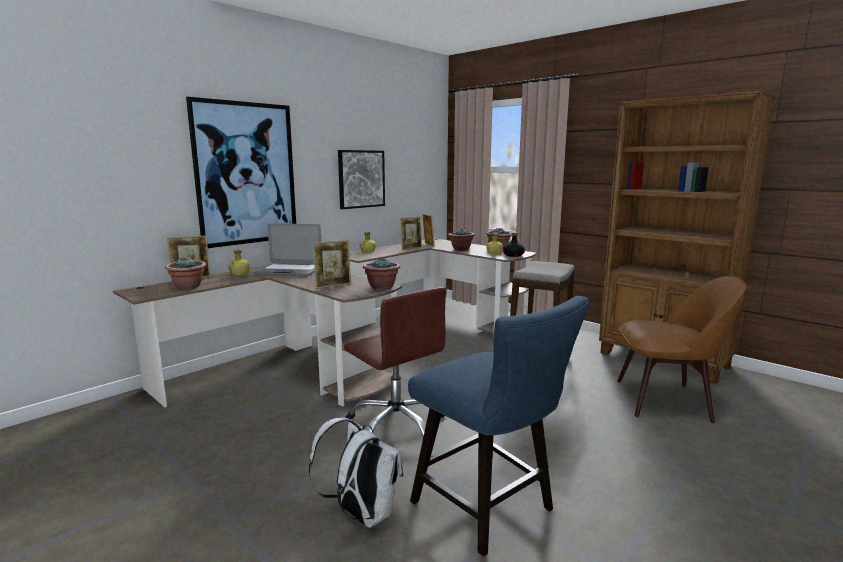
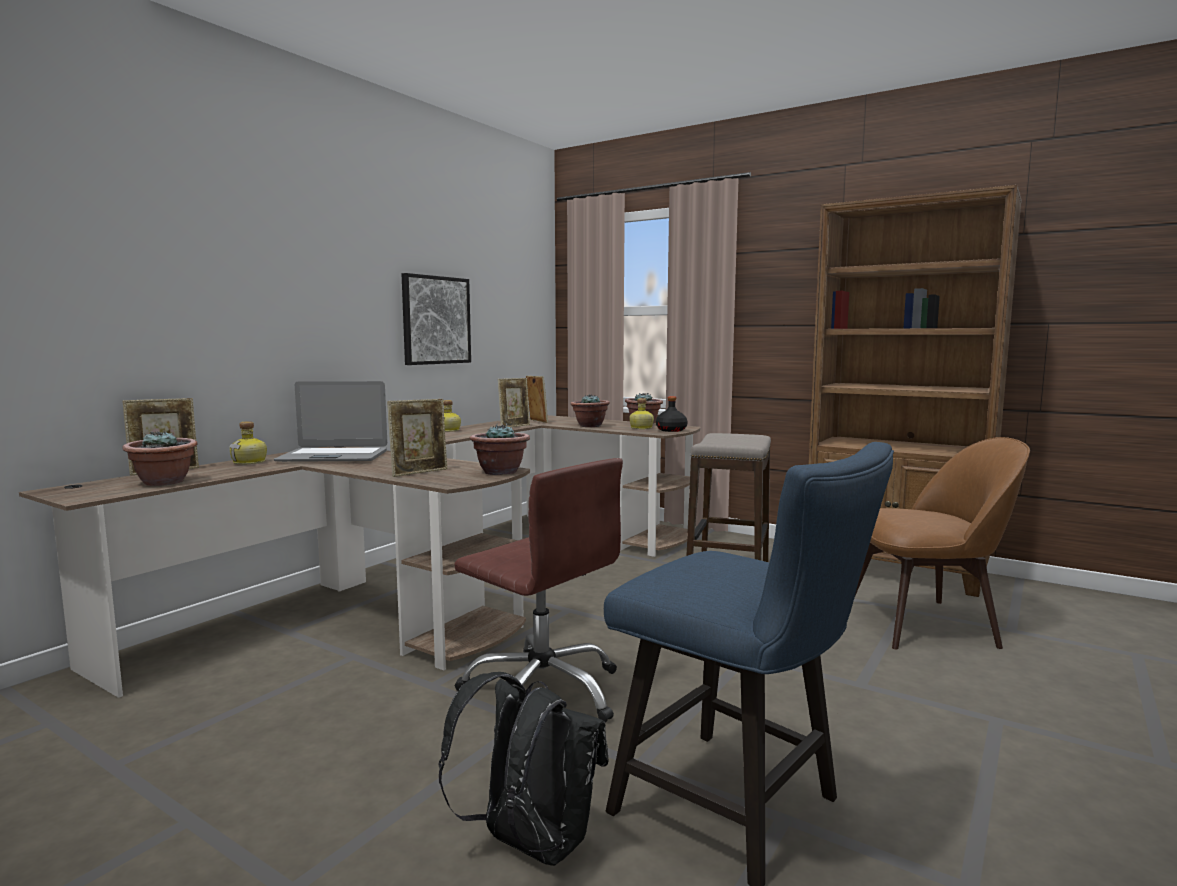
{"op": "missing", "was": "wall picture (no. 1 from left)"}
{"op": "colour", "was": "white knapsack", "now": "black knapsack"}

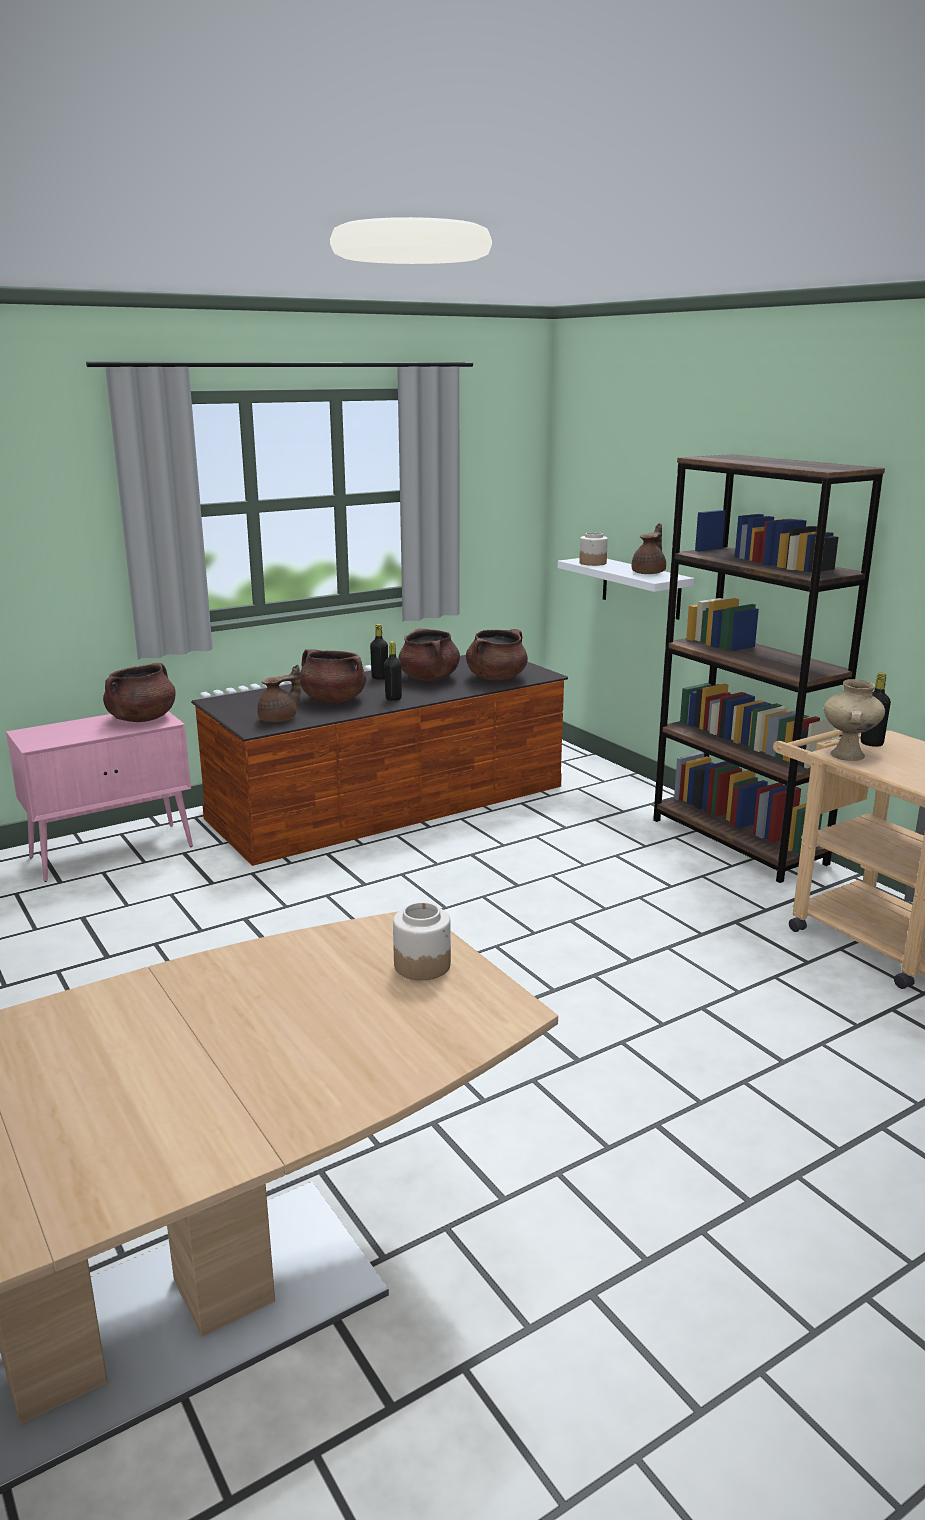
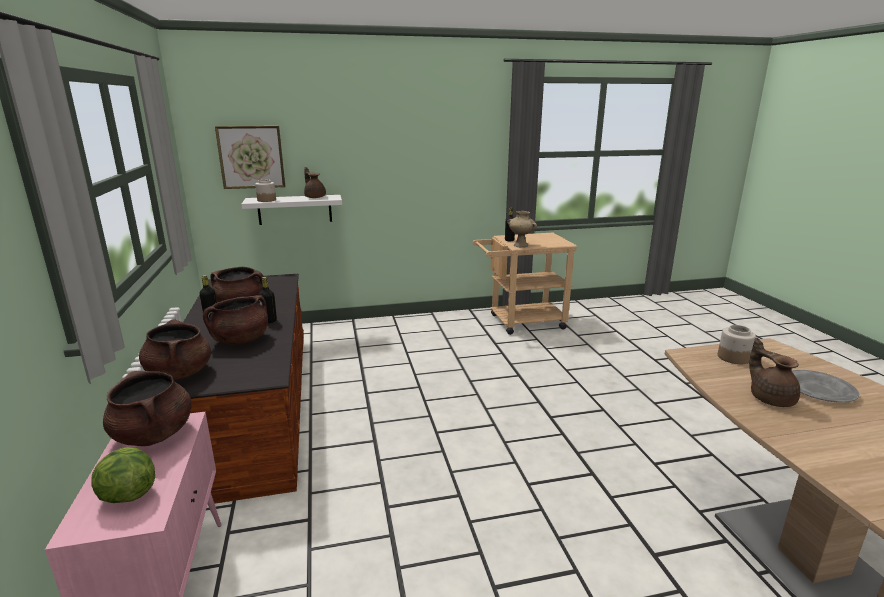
{"op": "missing", "was": "brownish shelving unit"}
{"op": "appeared", "now": "head of lettuce"}
{"op": "appeared", "now": "wall picture"}
{"op": "appeared", "now": "greyish dinner plate"}
{"op": "relocated", "was": "brownish pot for tea (no. 1 from left in the first image)", "now": "brownish pot for tea (no. 2 from left)"}
{"op": "relocated", "was": "brownish stockpot (no. 4 from left in the first image)", "now": "brownish stockpot (no. 2 from left)"}

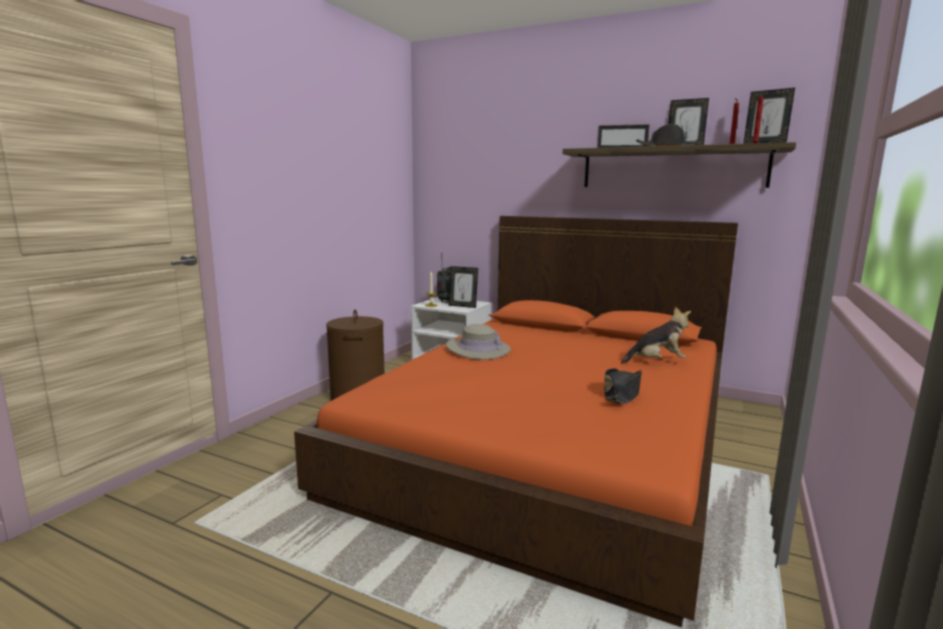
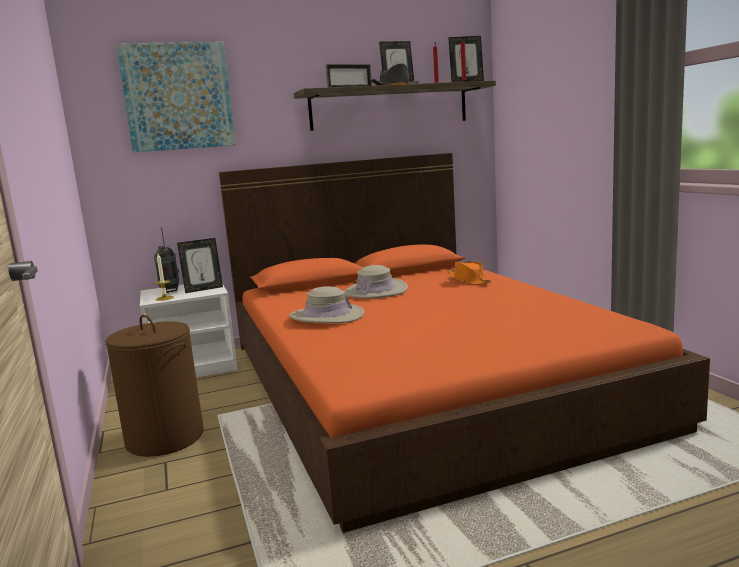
{"op": "missing", "was": "black wearable hat (no. 1 from left)"}
{"op": "appeared", "now": "wall picture"}
{"op": "appeared", "now": "sand-coloured wearable hat (no. 2 from left)"}
{"op": "exchanged", "was": "cuddly toy", "now": "orange wearable hat"}

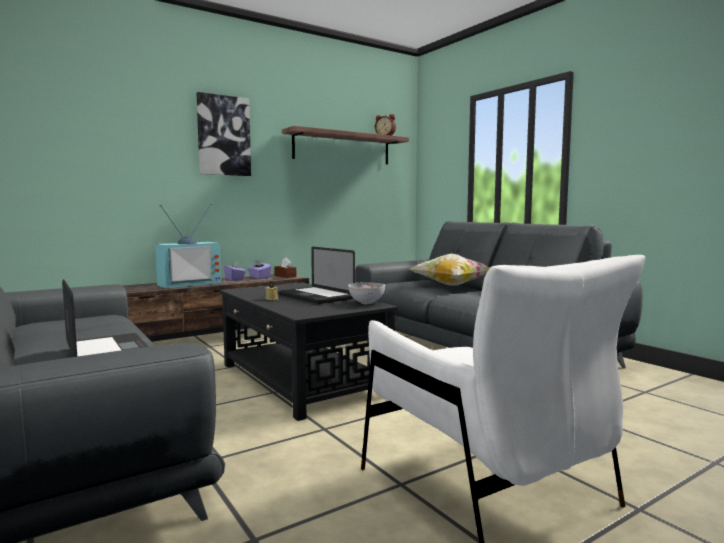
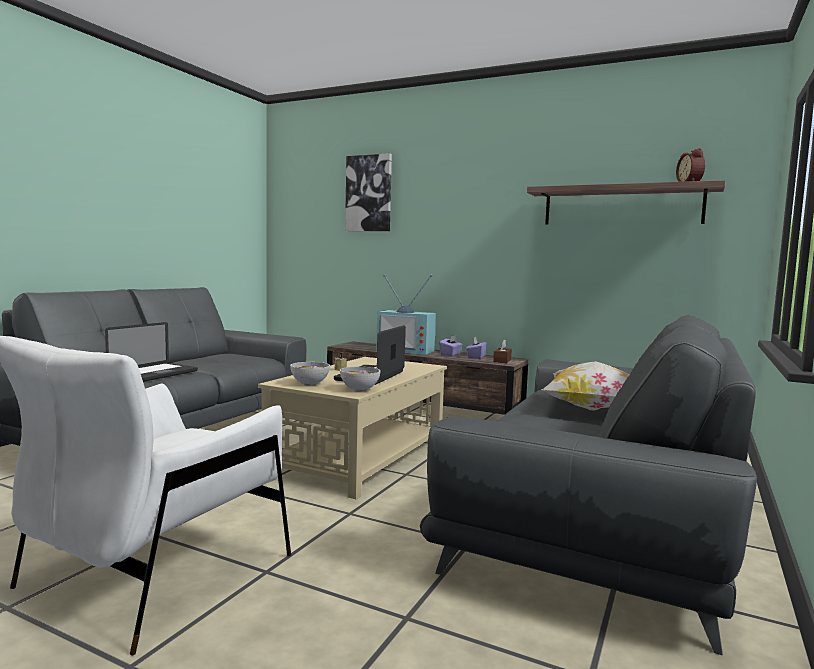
{"op": "appeared", "now": "deep dish (no. 1 from left)"}
{"op": "relocated", "was": "wall picture"}
{"op": "colour", "was": "black low table", "now": "sand-coloured low table"}

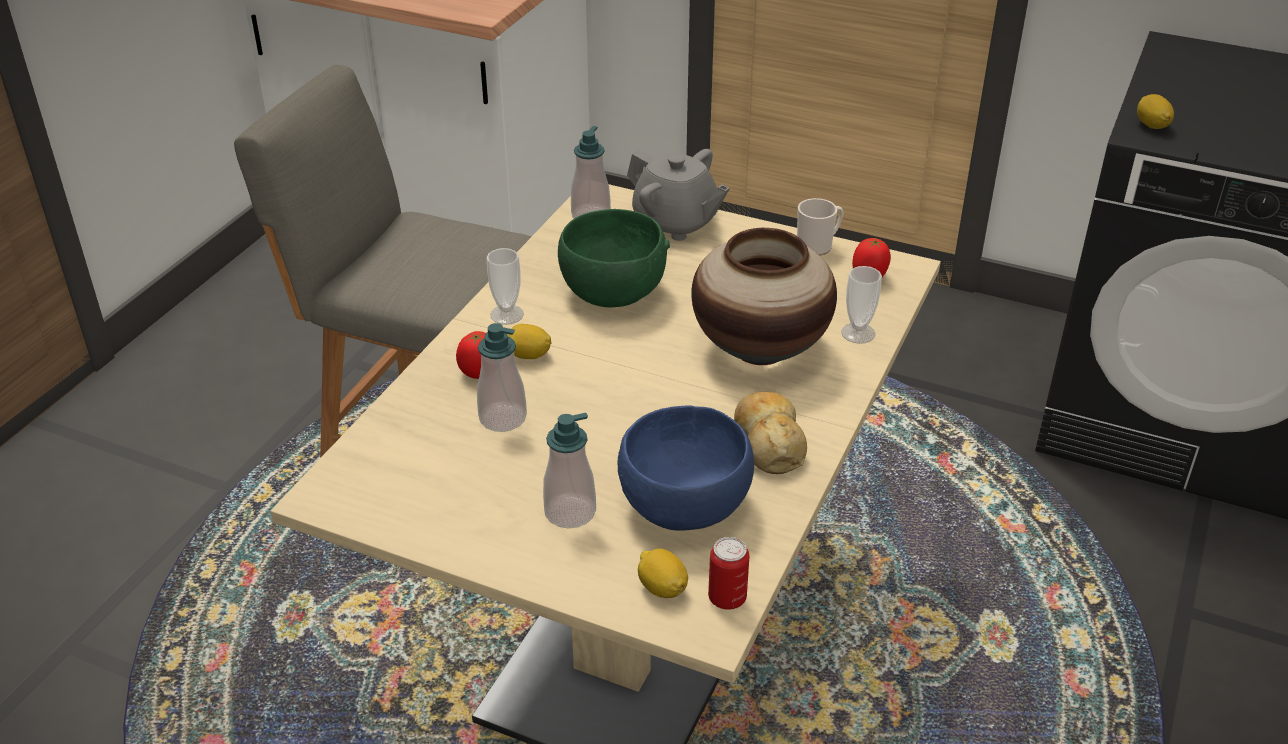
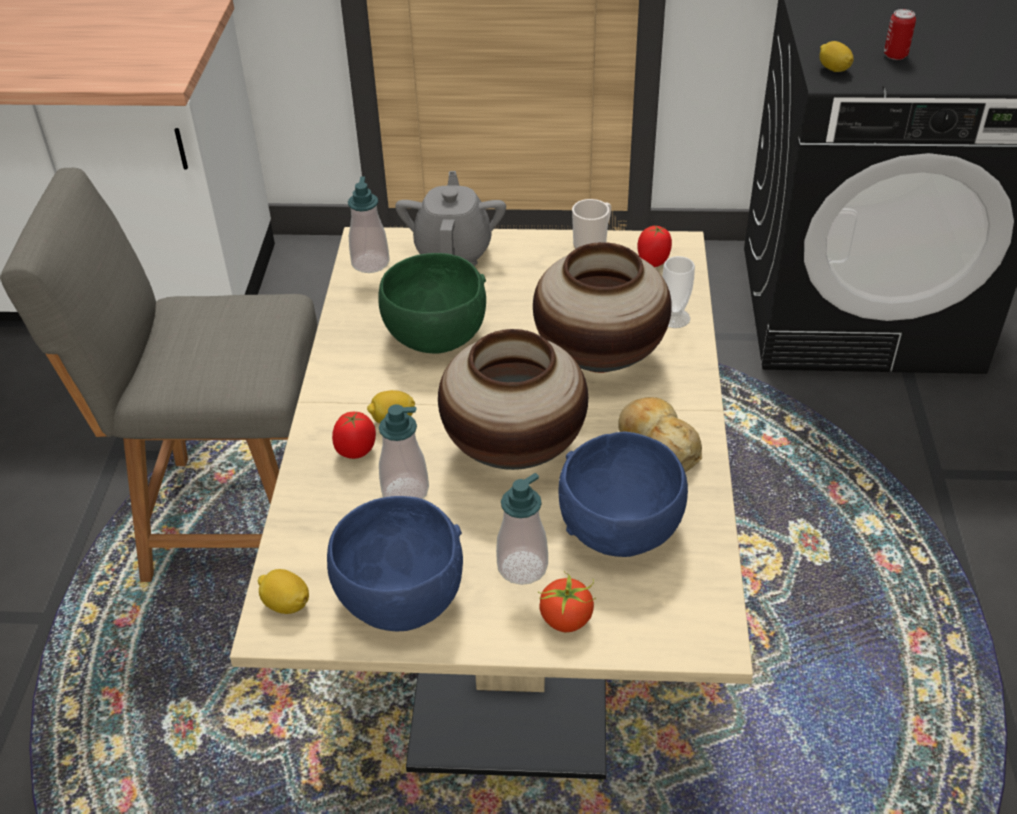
{"op": "missing", "was": "drinking cup (no. 1 from left)"}
{"op": "appeared", "now": "blue deep dish (no. 1 from left)"}
{"op": "appeared", "now": "flower vase (no. 1 from left)"}
{"op": "appeared", "now": "fresh tomato (no. 2 from left)"}
{"op": "relocated", "was": "lemon (no. 2 from left in the first image)", "now": "lemon (no. 1 from left)"}
{"op": "relocated", "was": "can"}
{"op": "spun", "was": "greyish pot for tea", "clockwise": -105}

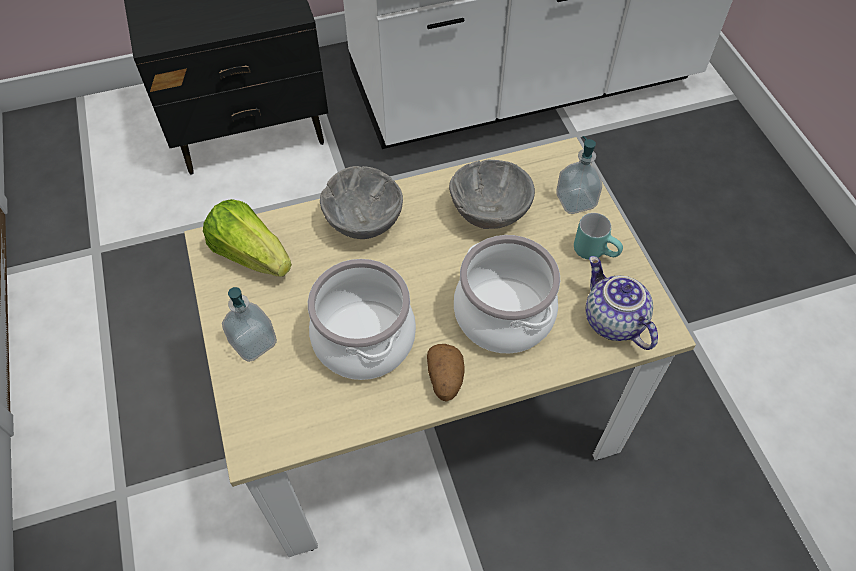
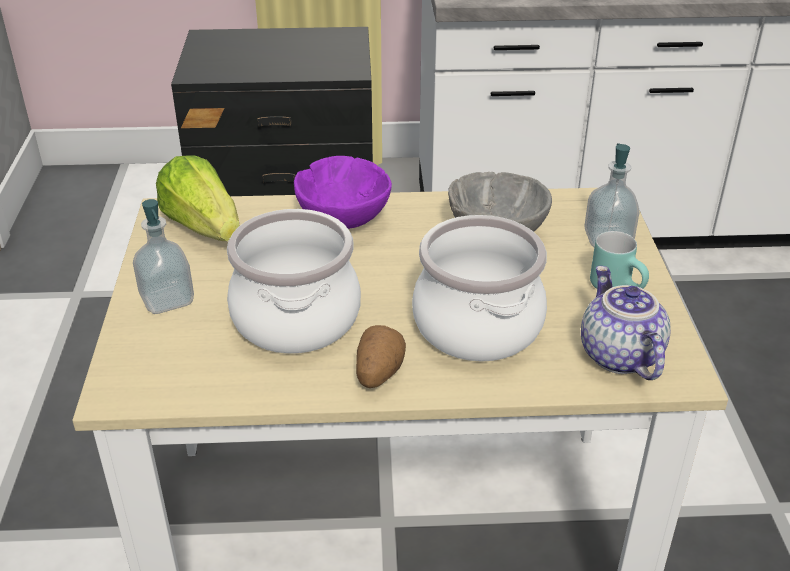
{"op": "colour", "was": "greyish deep dish (no. 1 from left)", "now": "purple deep dish"}

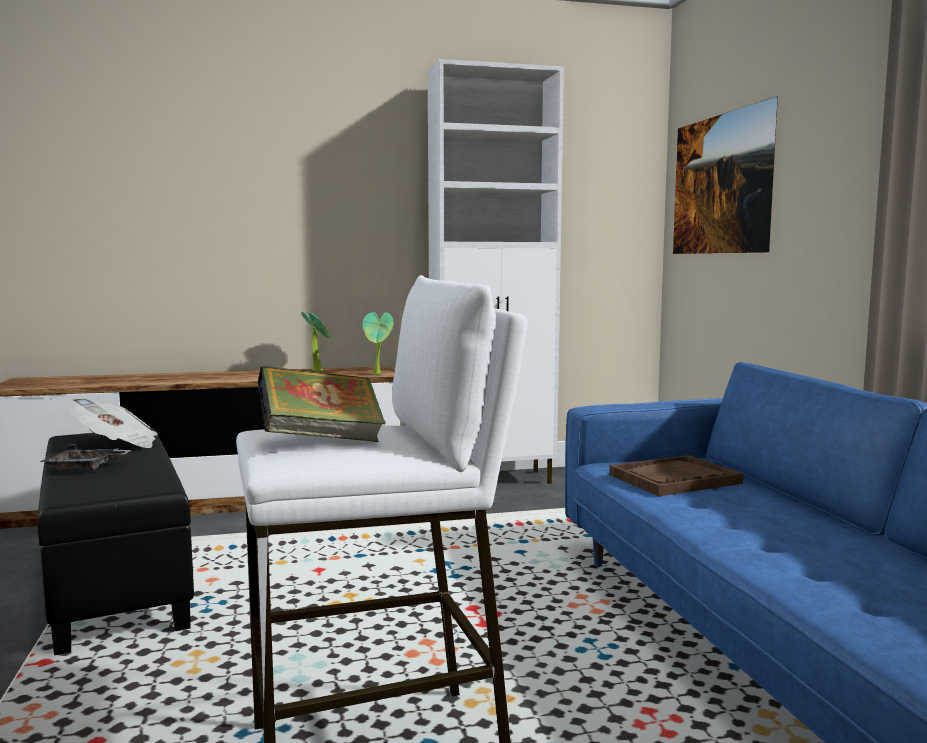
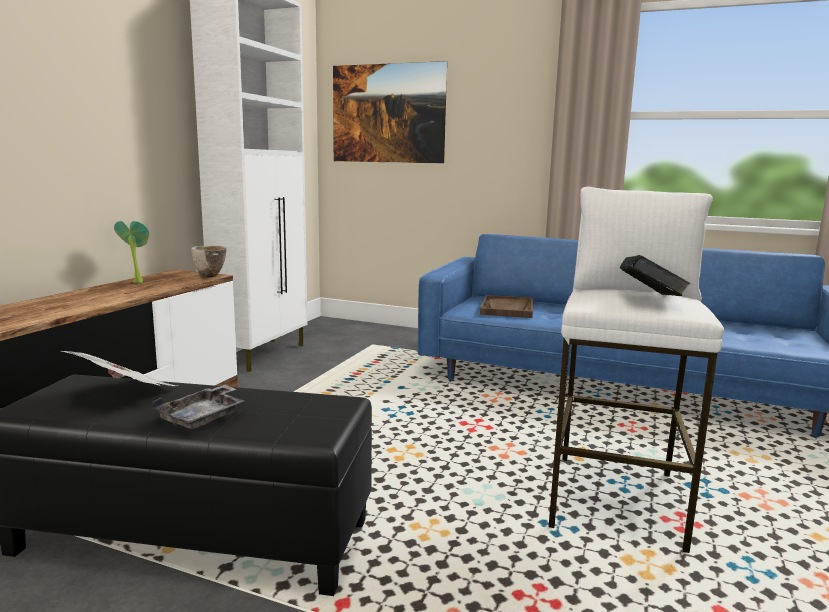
{"op": "exchanged", "was": "plant in a pot (no. 2 from left)", "now": "deep dish"}

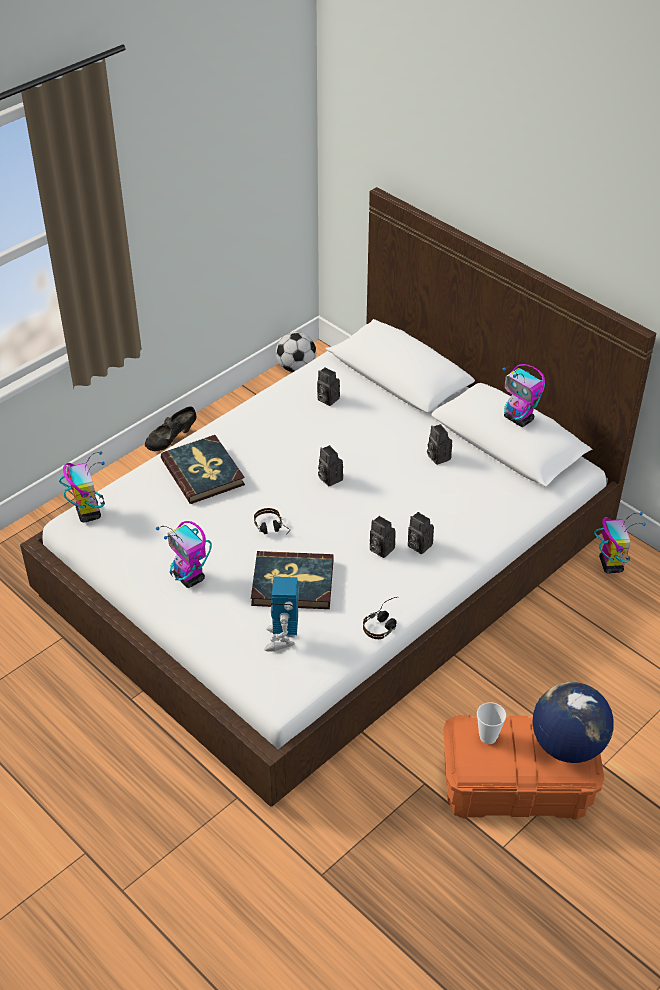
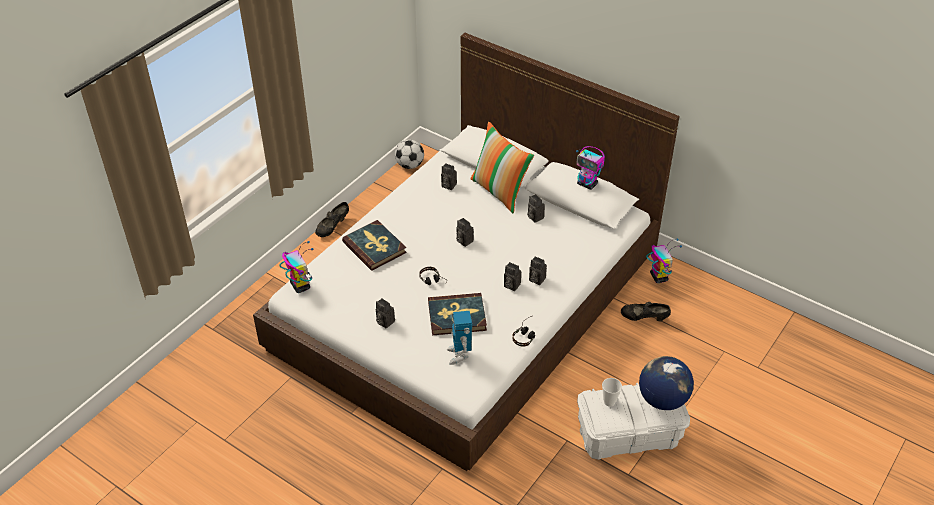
{"op": "appeared", "now": "throw pillow"}
{"op": "appeared", "now": "black item of footwear (no. 2 from left)"}
{"op": "exchanged", "was": "robot figure (no. 2 from left)", "now": "still camera (no. 1 from left)"}
{"op": "colour", "was": "orange storage bin", "now": "white storage bin"}

